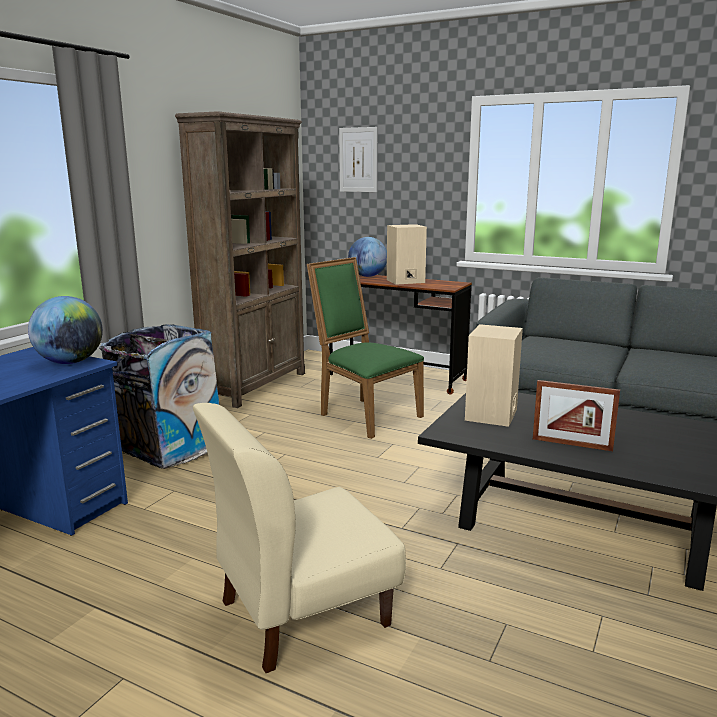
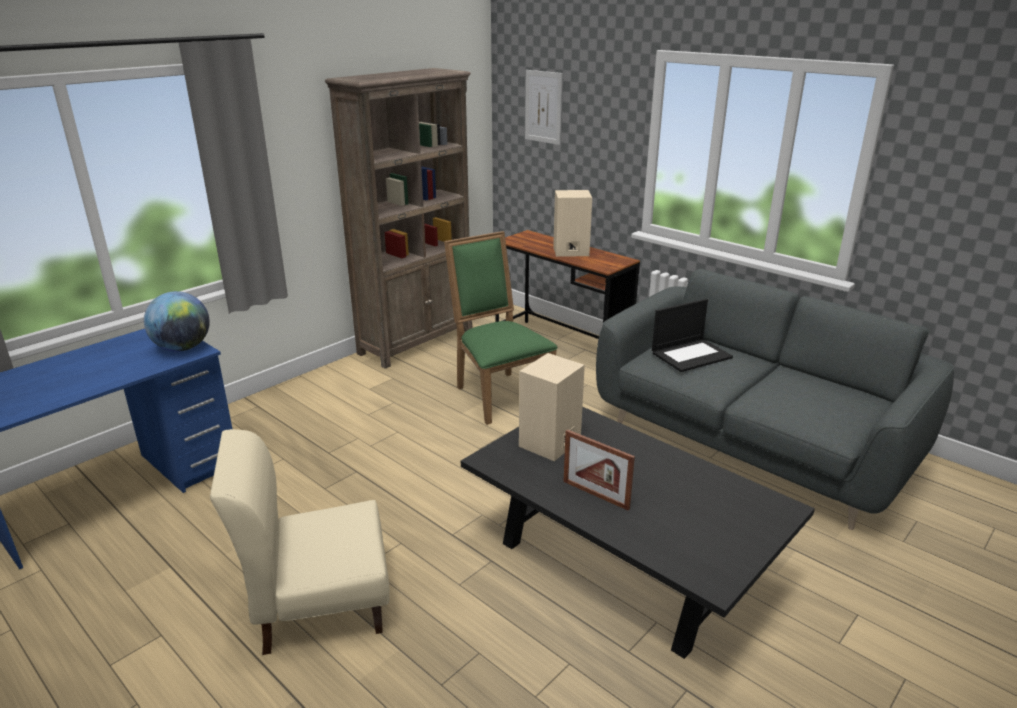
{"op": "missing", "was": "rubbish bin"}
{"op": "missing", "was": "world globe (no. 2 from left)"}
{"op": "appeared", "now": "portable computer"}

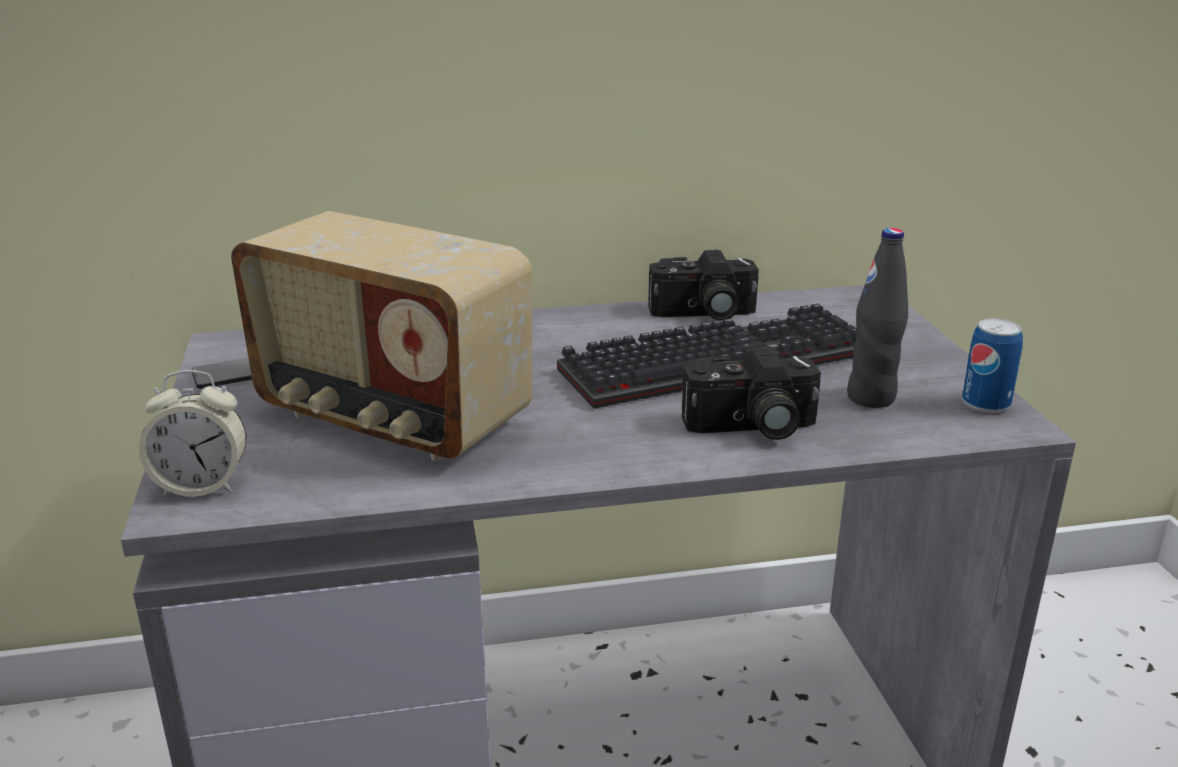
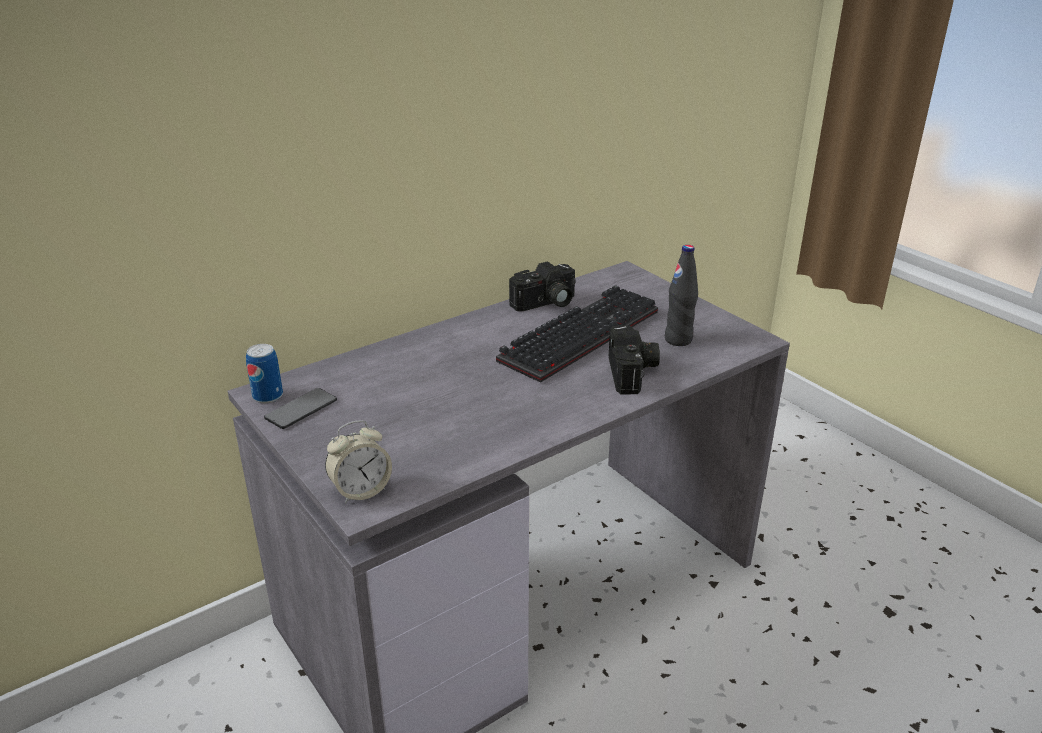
{"op": "missing", "was": "radio receiver"}
{"op": "relocated", "was": "can"}
{"op": "spun", "was": "still camera (no. 2 from left)", "clockwise": -60}

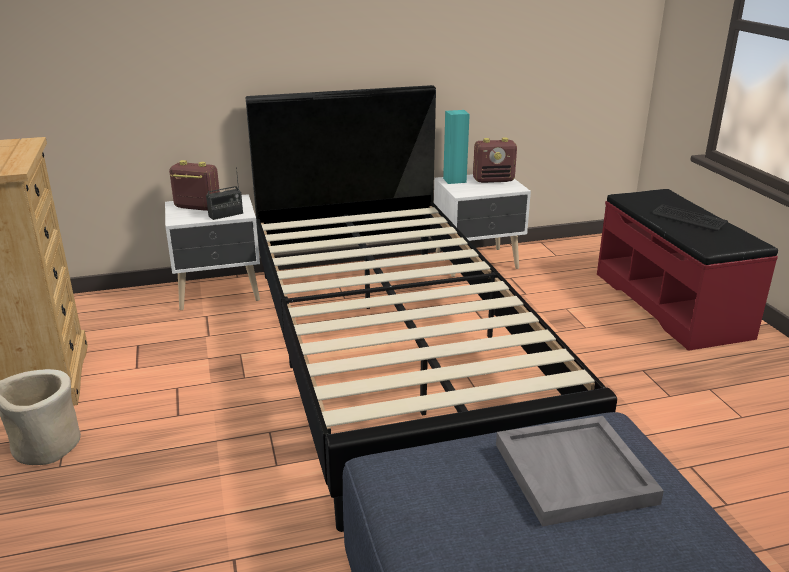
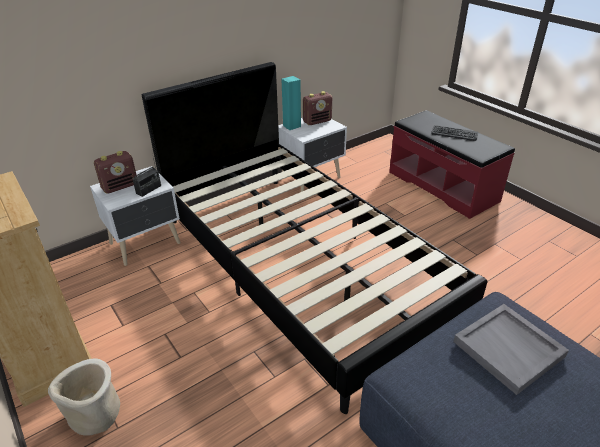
{"op": "spun", "was": "radio receiver (no. 1 from left)", "clockwise": 150}

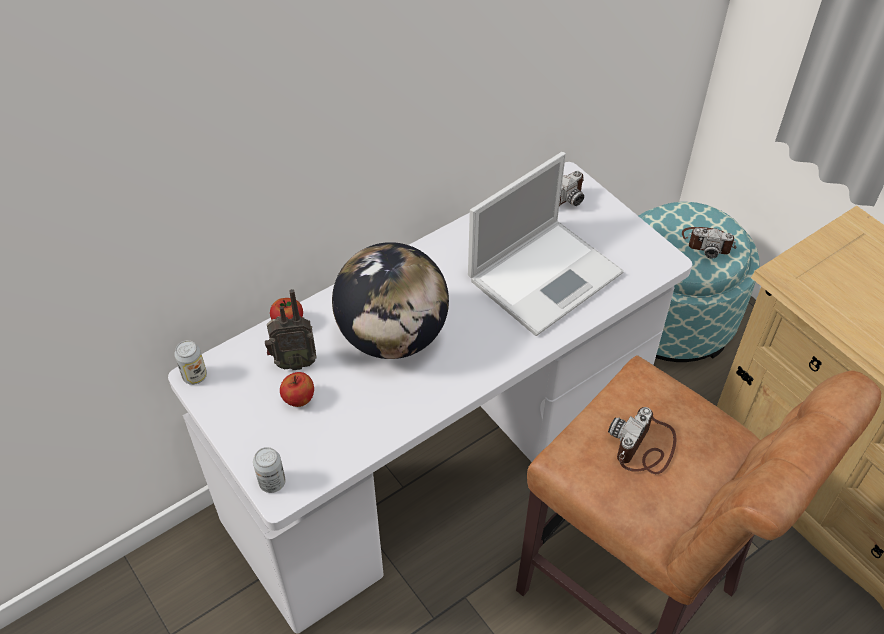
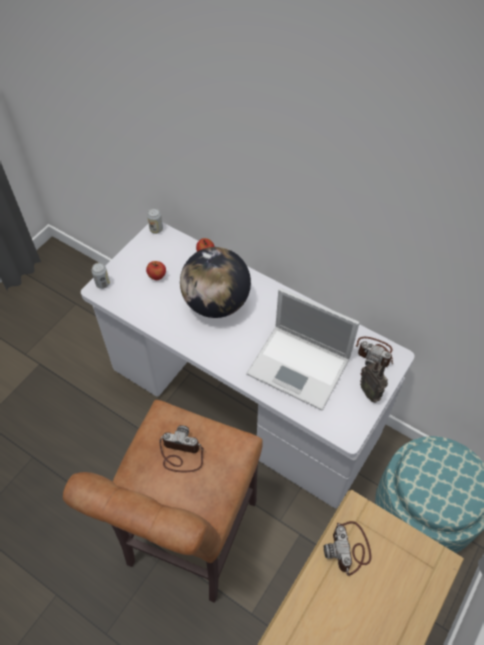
{"op": "relocated", "was": "radio receiver"}
{"op": "relocated", "was": "still camera (no. 3 from left in the first image)", "now": "still camera (no. 2 from left)"}

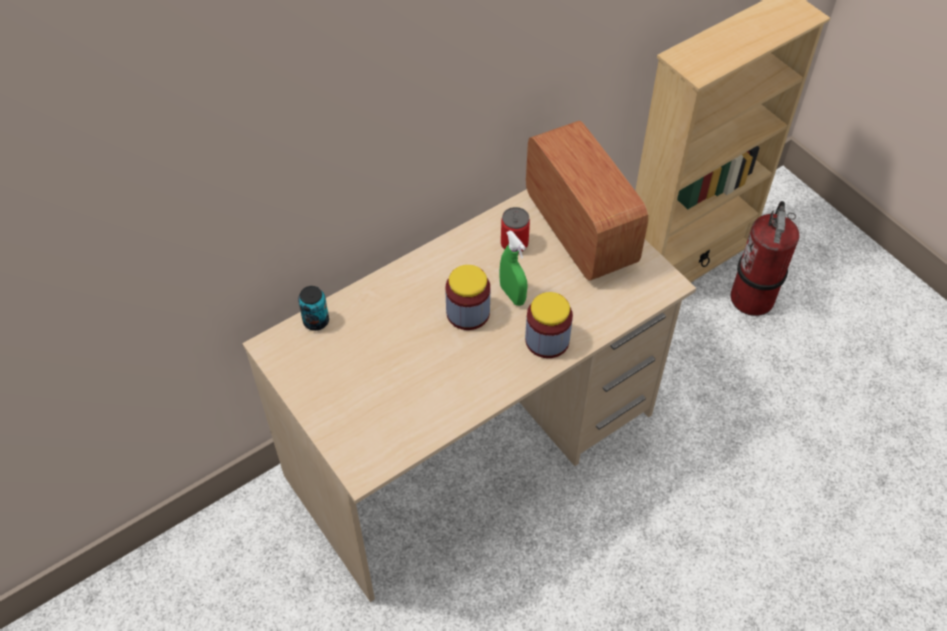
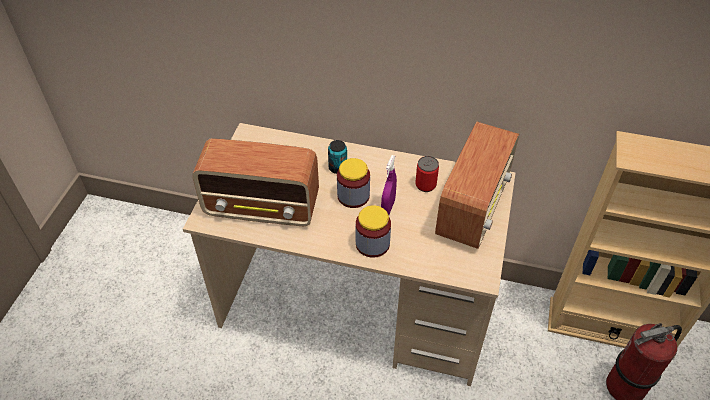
{"op": "appeared", "now": "radio receiver (no. 1 from left)"}
{"op": "relocated", "was": "can (no. 1 from left)"}
{"op": "colour", "was": "green sprayer", "now": "purple sprayer"}

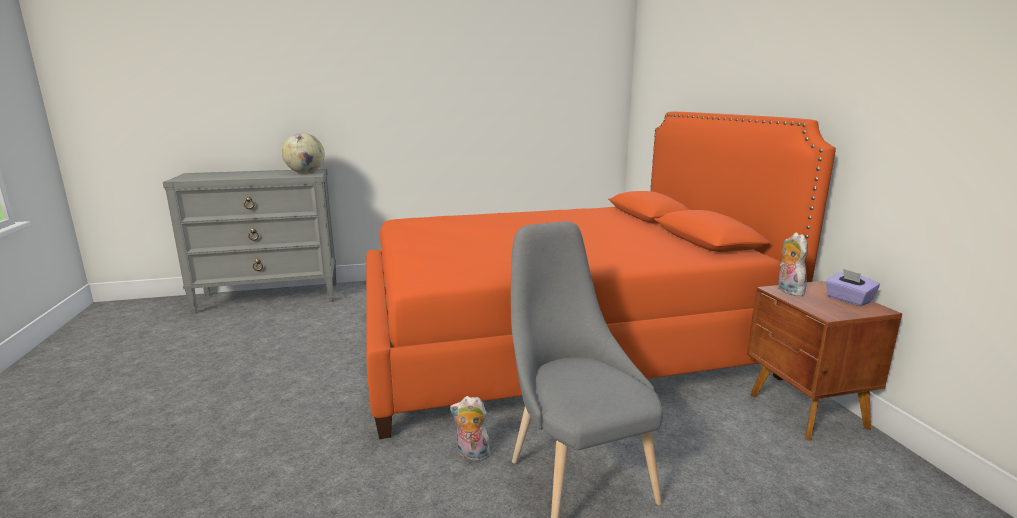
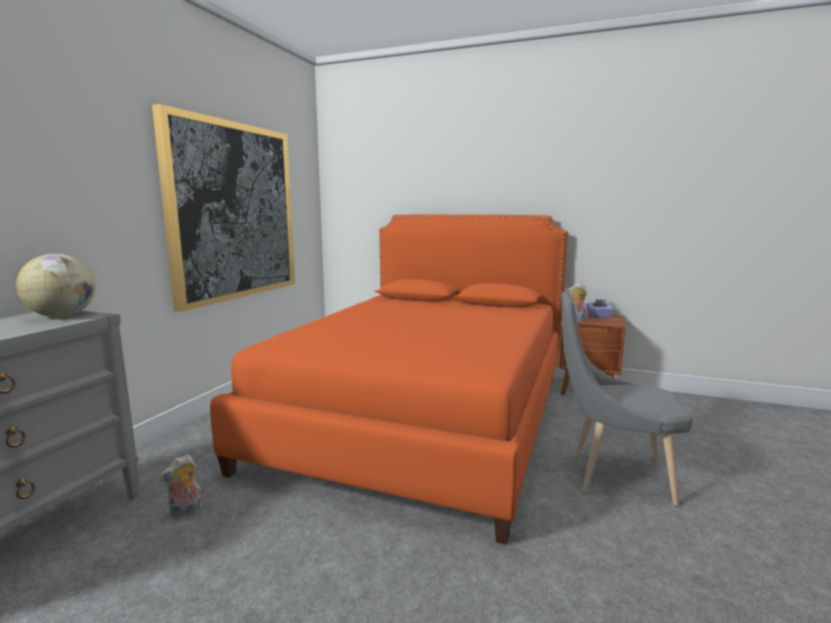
{"op": "appeared", "now": "wall picture"}
{"op": "relocated", "was": "cuddly toy (no. 1 from left)"}

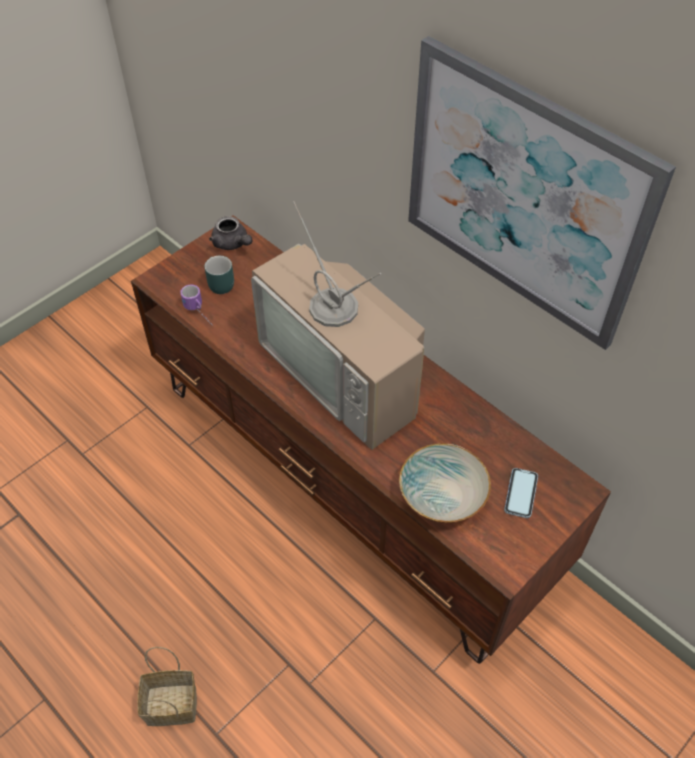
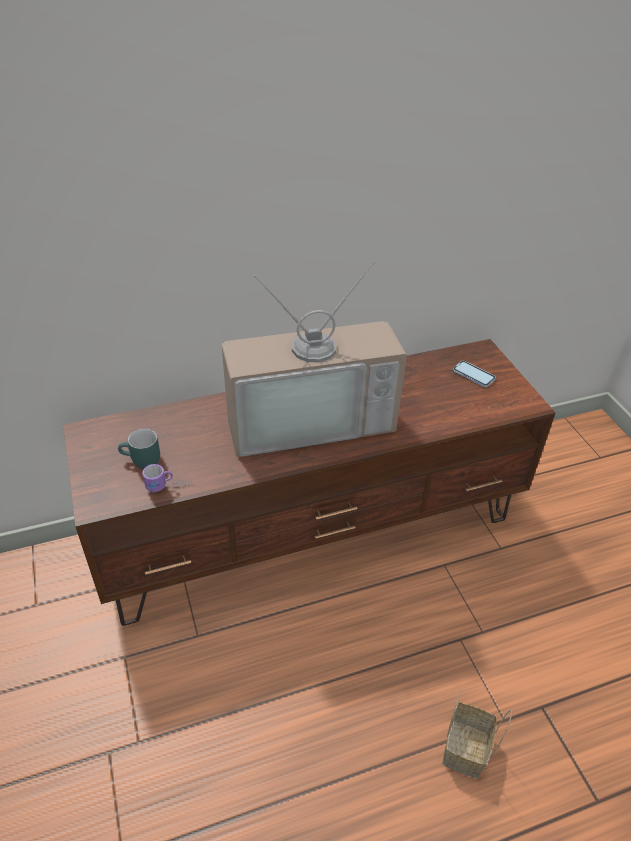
{"op": "missing", "was": "greyish pot for tea"}
{"op": "missing", "was": "deep dish"}
{"op": "missing", "was": "wall picture"}

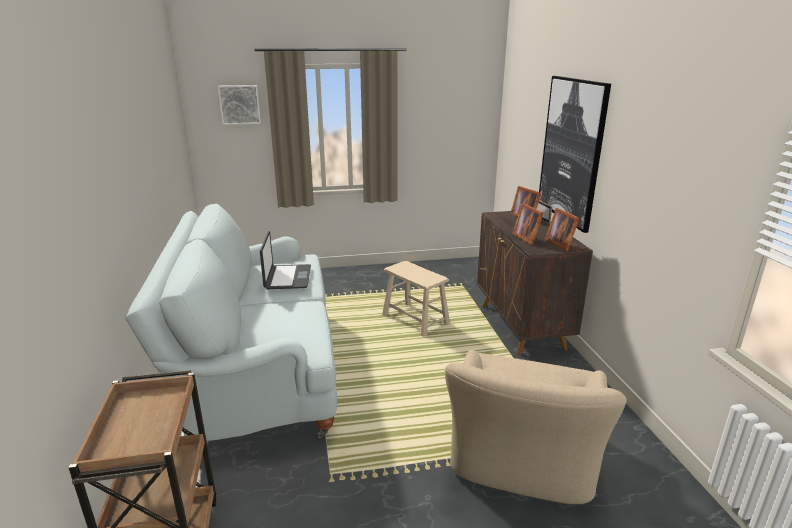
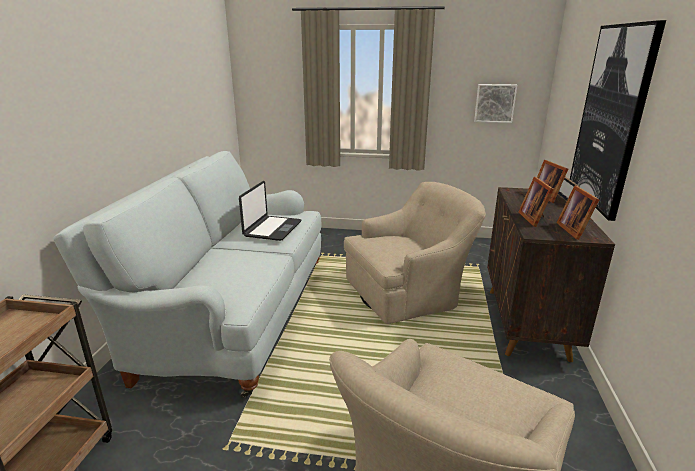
{"op": "relocated", "was": "wall picture (no. 1 from left)"}
{"op": "exchanged", "was": "sand-coloured sitting stool", "now": "sand-coloured lounge chair (no. 1 from left)"}

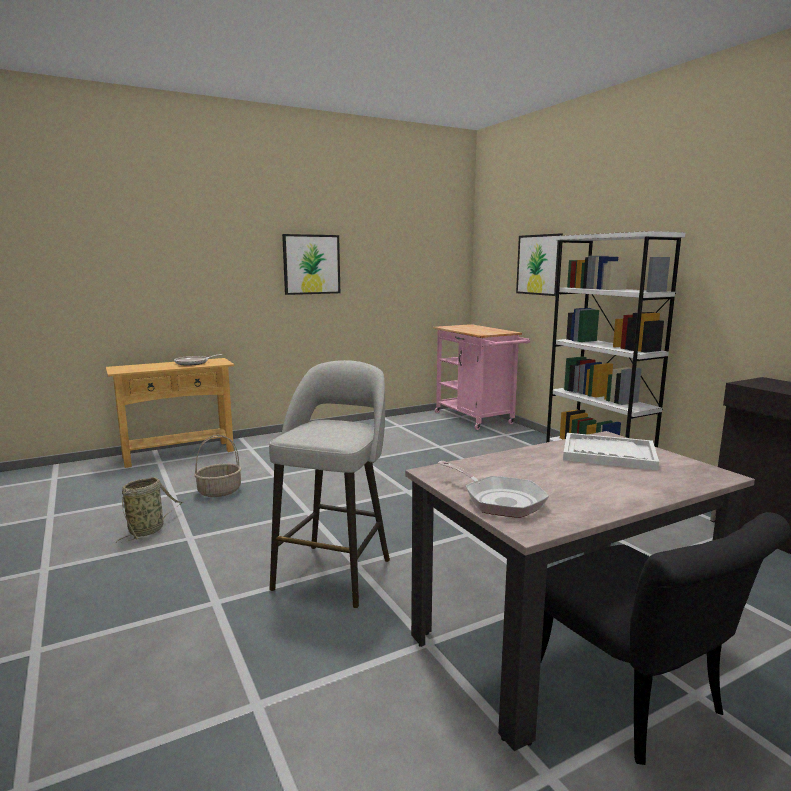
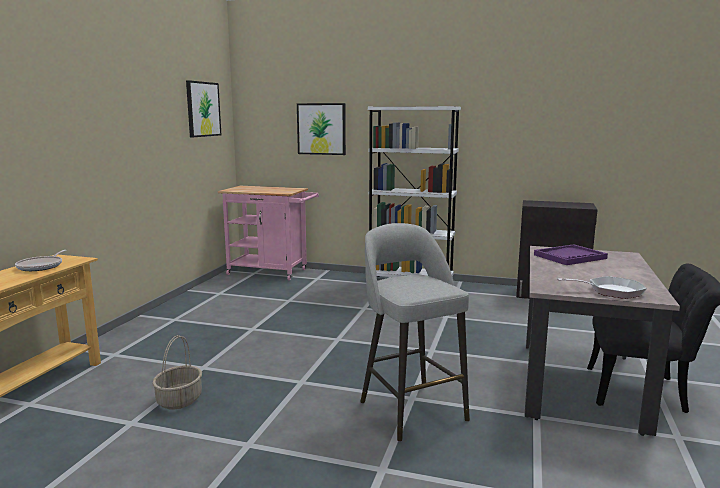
{"op": "missing", "was": "storage basket (no. 1 from left)"}
{"op": "relocated", "was": "wall picture (no. 1 from left)"}
{"op": "colour", "was": "white carrying tray", "now": "purple carrying tray"}

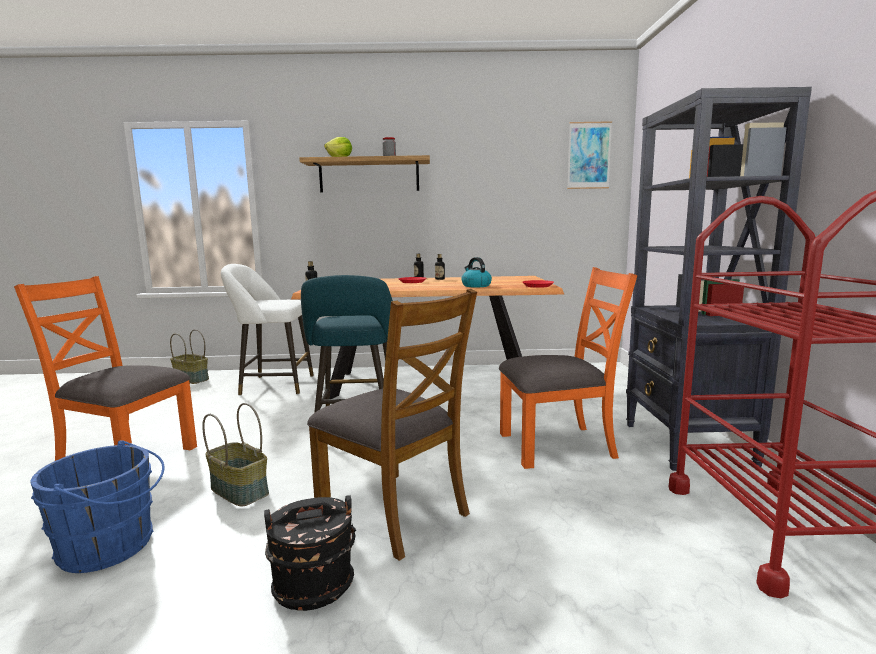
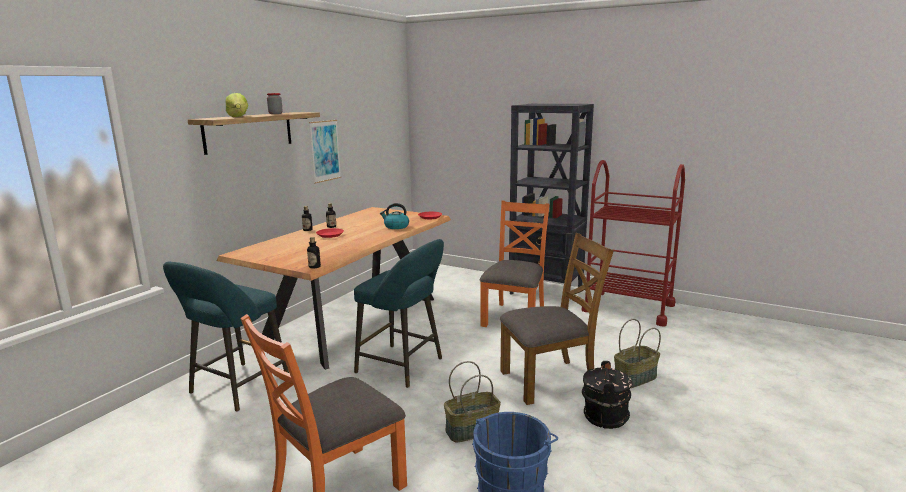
{"op": "relocated", "was": "storage basket (no. 1 from left in the first image)", "now": "storage basket (no. 2 from left)"}
{"op": "relocated", "was": "wall picture"}
{"op": "colour", "was": "white sitting stool", "now": "turquoise-coloured sitting stool (no. 1 from left)"}

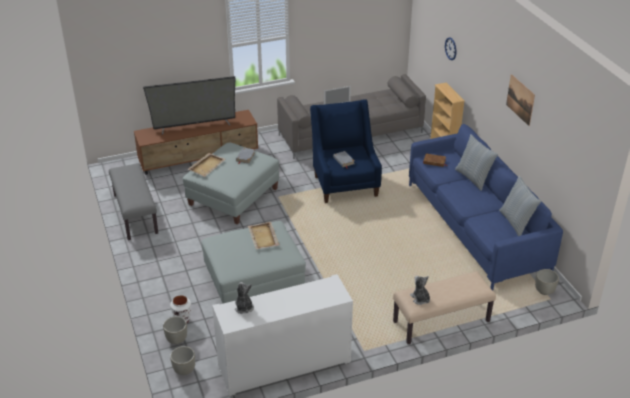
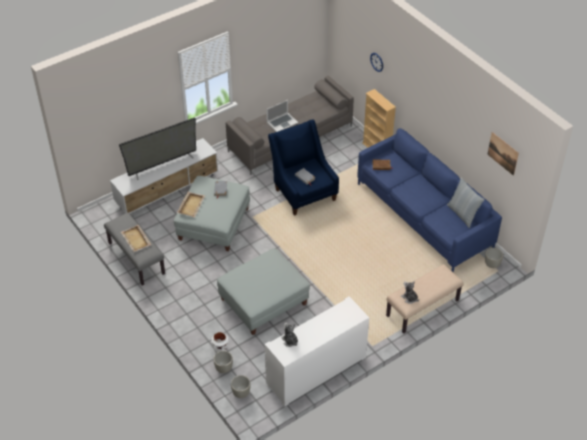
{"op": "missing", "was": "throw pillow (no. 1 from left)"}
{"op": "relocated", "was": "sand-coloured carrying tray (no. 2 from left in the first image)", "now": "sand-coloured carrying tray (no. 1 from left)"}
{"op": "relocated", "was": "wall picture"}
{"op": "colour", "was": "brownish tv unit", "now": "white tv unit"}

